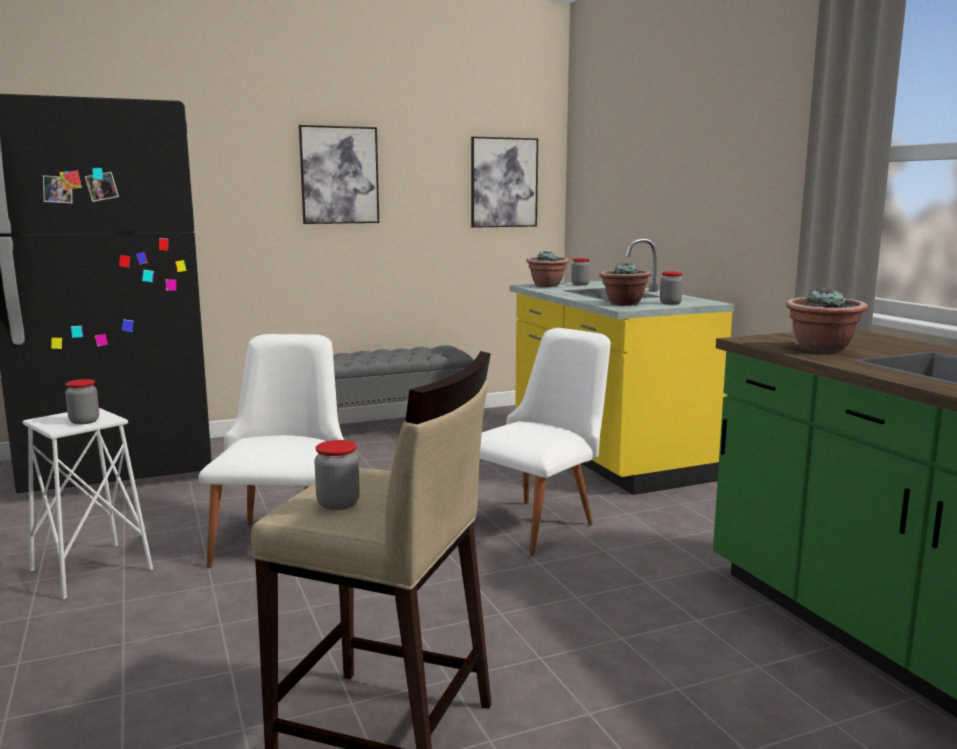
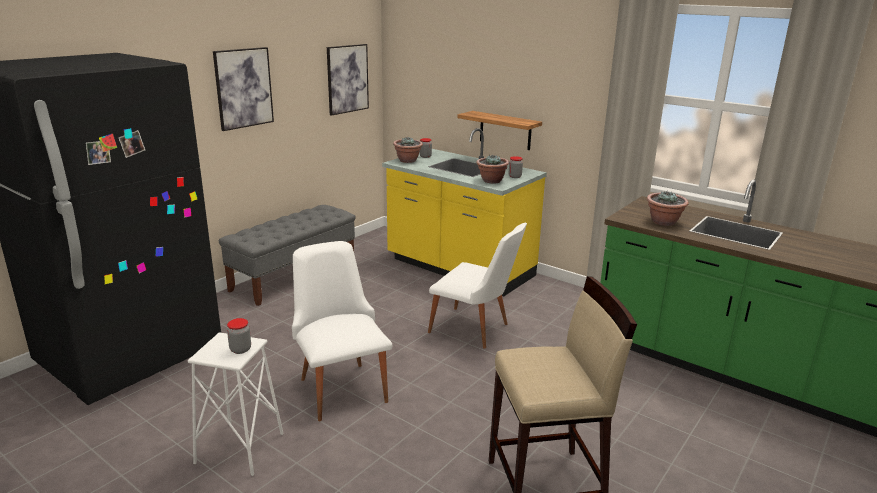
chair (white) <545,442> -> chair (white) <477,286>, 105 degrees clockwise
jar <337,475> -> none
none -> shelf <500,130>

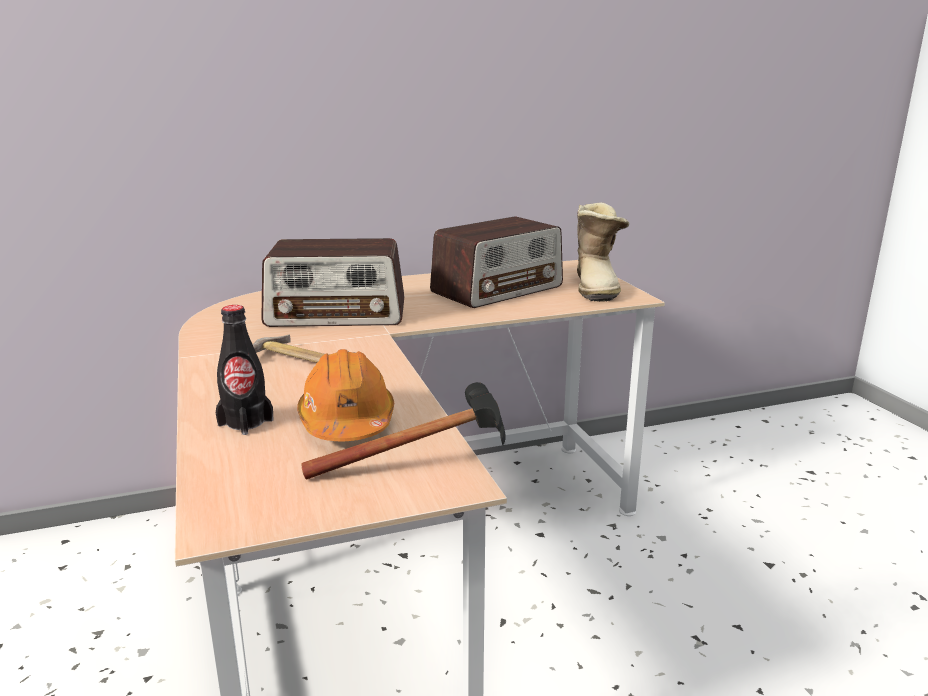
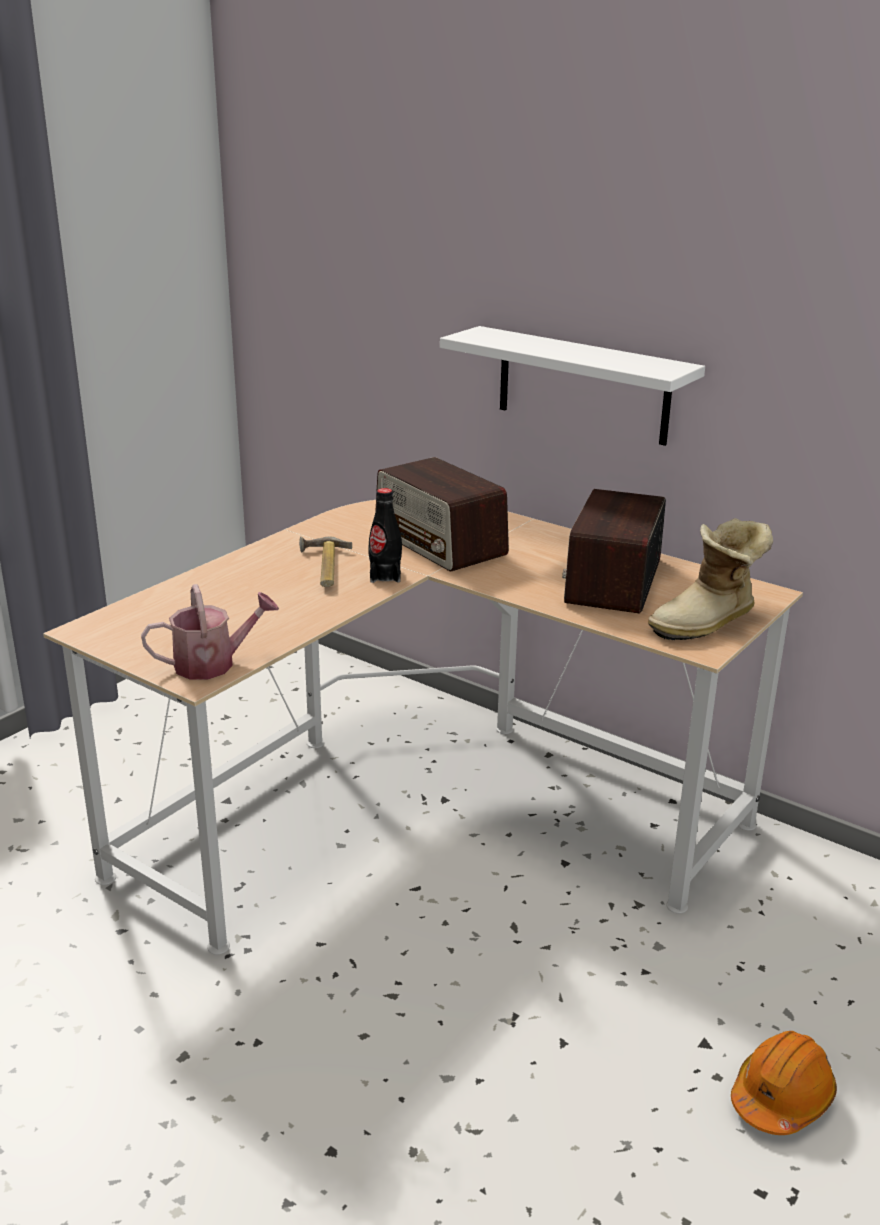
radio <496,262> -> radio <614,551>, 90 degrees clockwise
bottle (black) <245,370> -> bottle (black) <385,535>, moved
hard hat (orange) <345,395> -> hard hat (orange) <784,1083>, moved
hammer <403,430> -> watering can <210,631>
none -> shelf (white) <572,386>

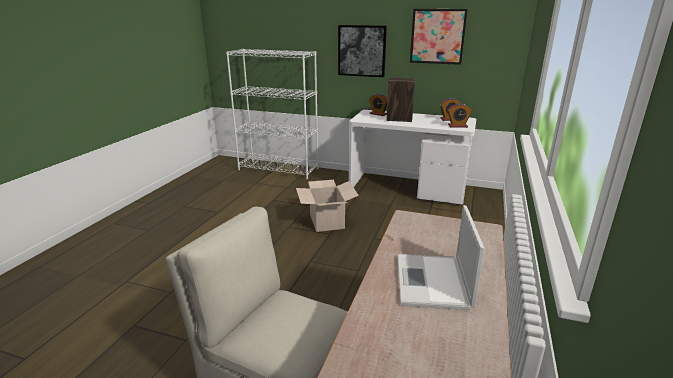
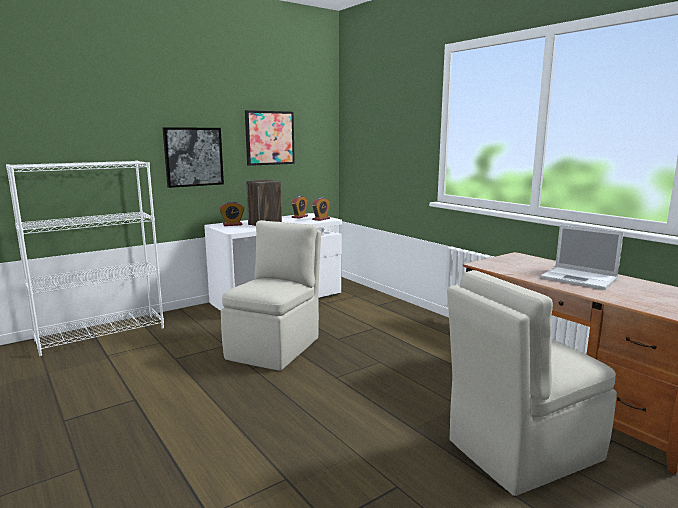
cardboard box <327,206> -> chair (beige) <271,295>

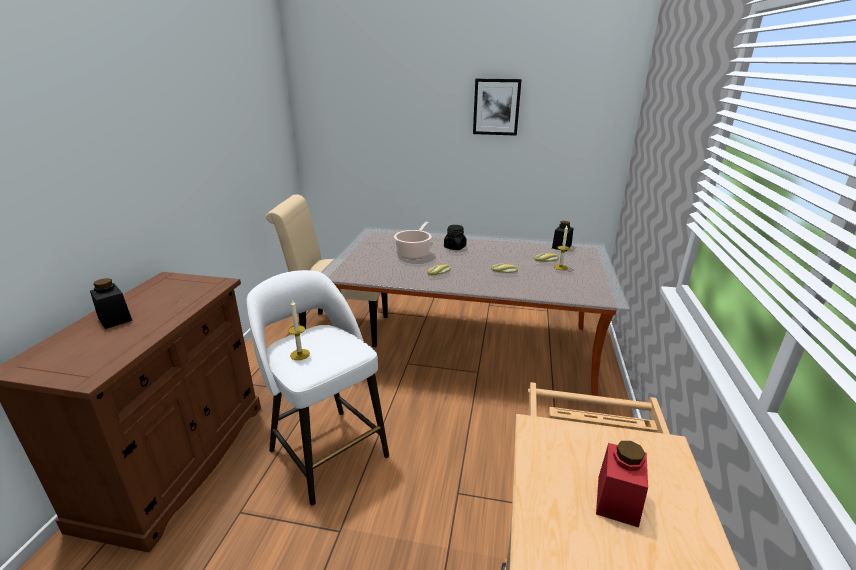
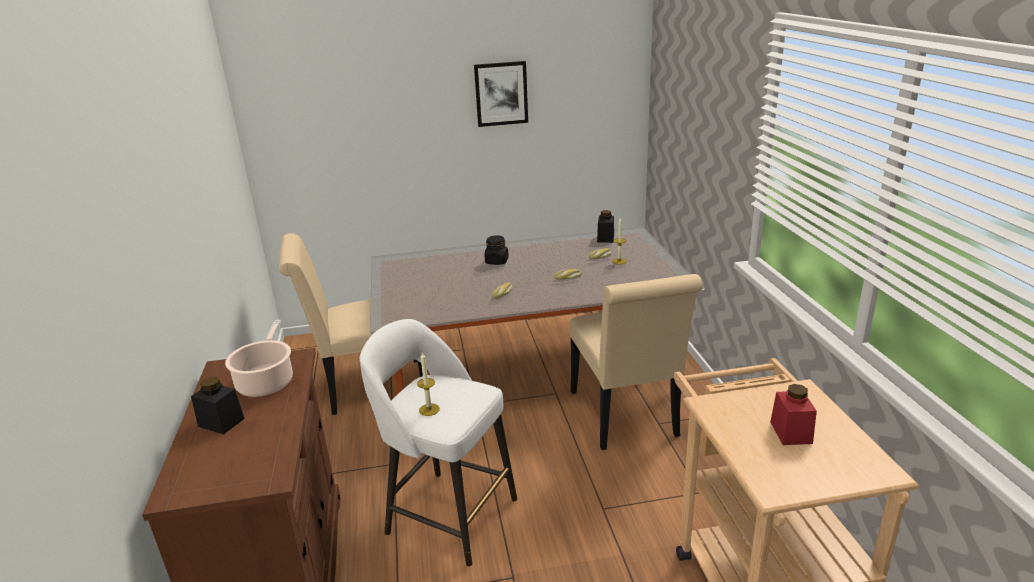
cooking pot <413,241> -> cooking pot <259,358>, moved
none -> chair (beige) <636,362>

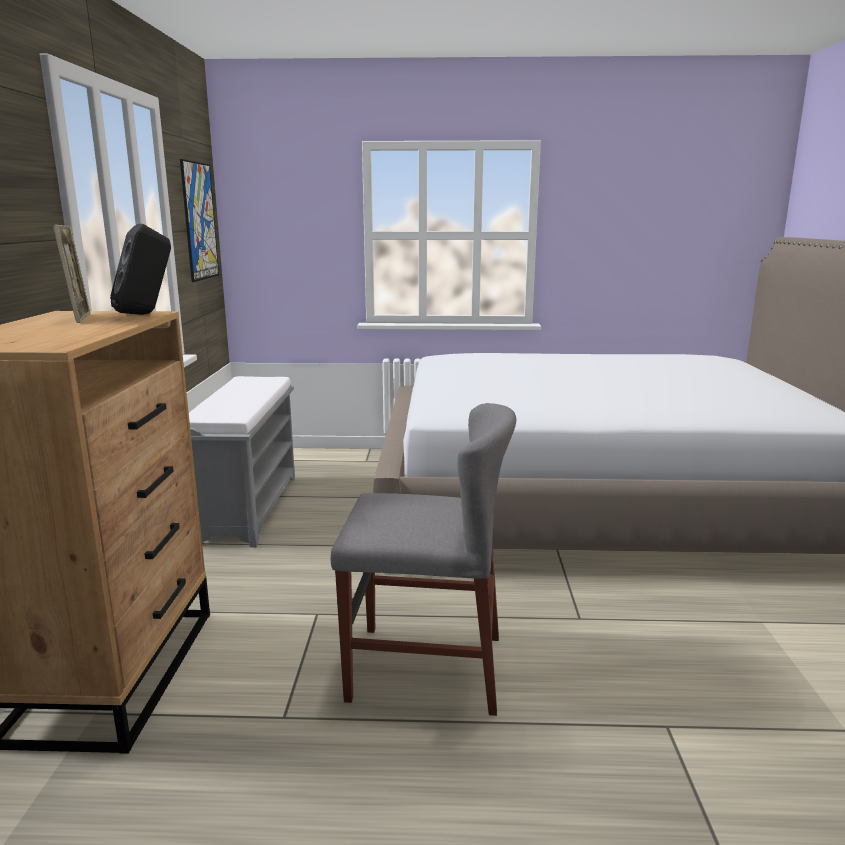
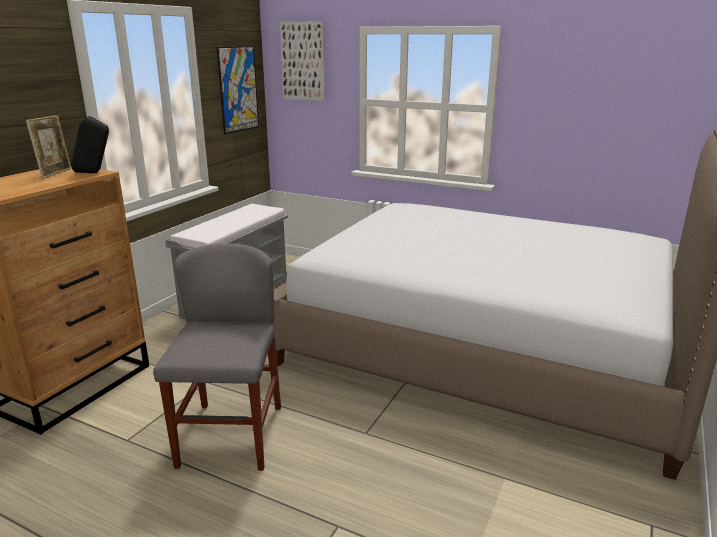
chair (grey) <423,559> -> chair (grey) <217,357>, 120 degrees counterclockwise
none -> picture <303,61>

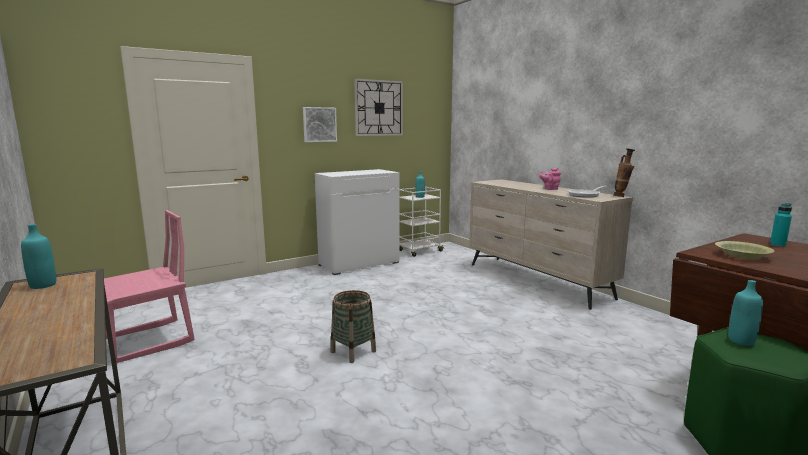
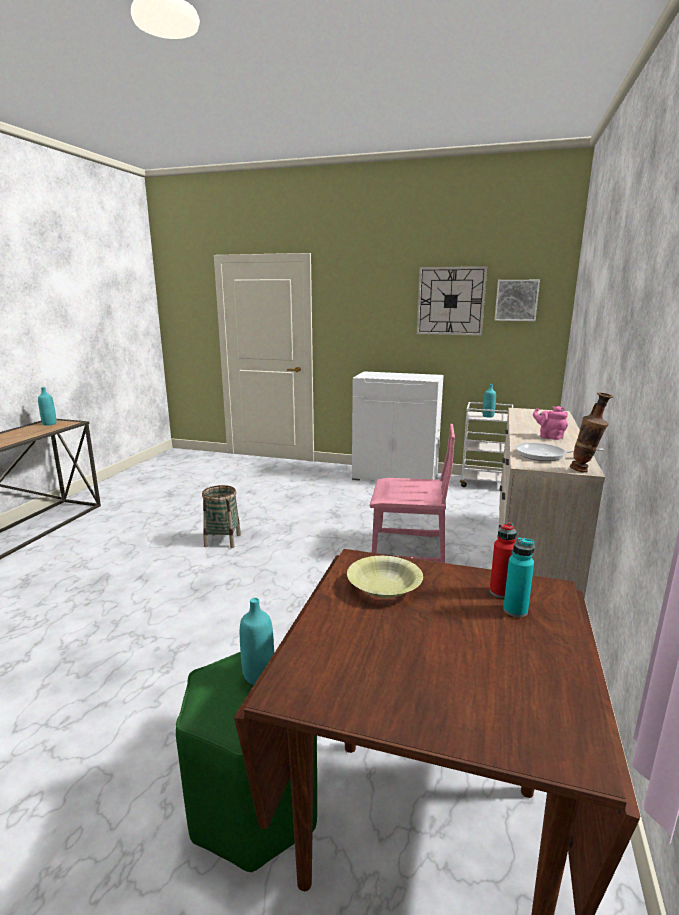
picture <320,124> -> picture <517,300>, moved
chair (pink) <149,286> -> chair (pink) <412,493>, moved
none -> bottle (red) <503,560>

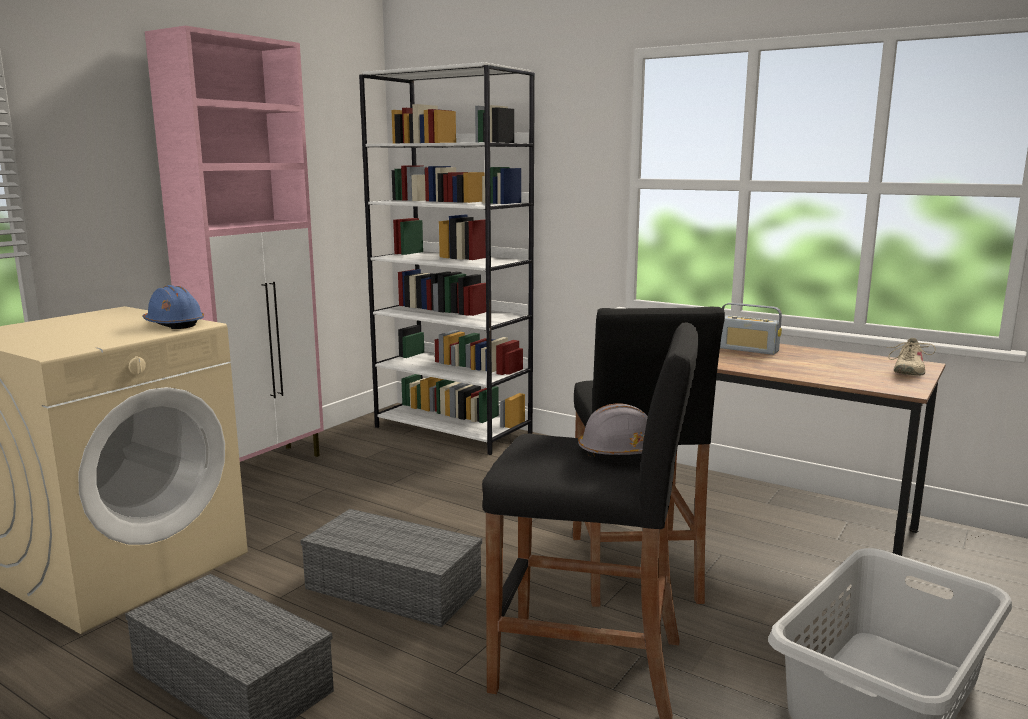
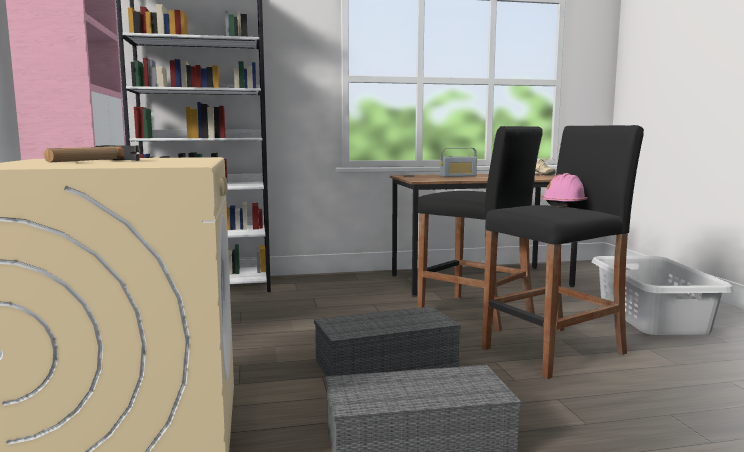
hard hat (blue) <173,307> -> none
hard hat (grey) <613,430> -> hard hat (pink) <565,189>
none -> hammer <92,153>

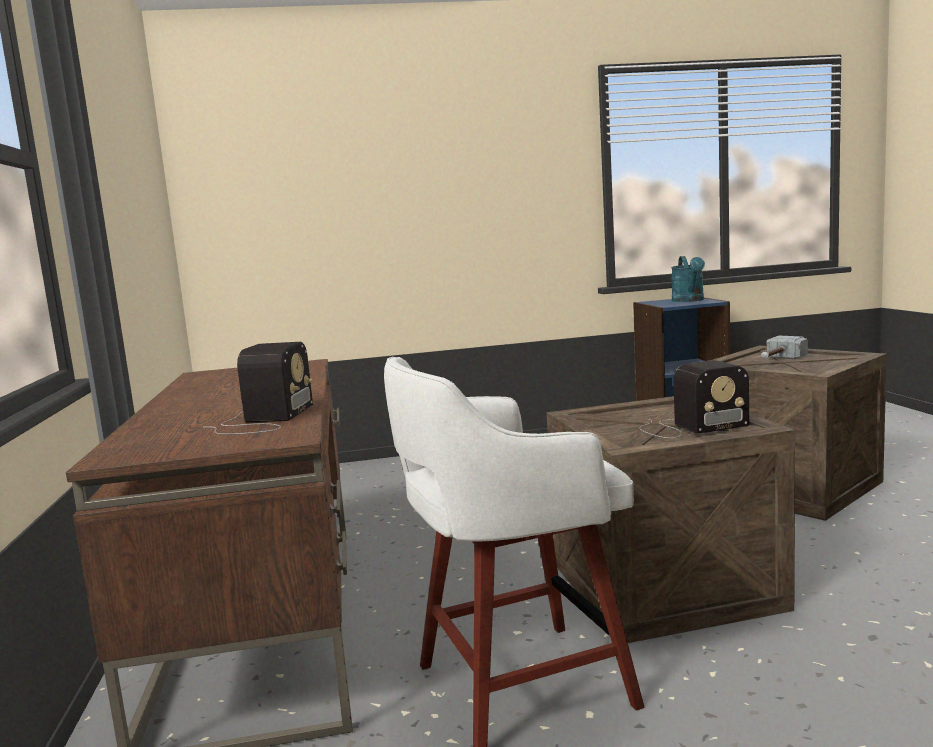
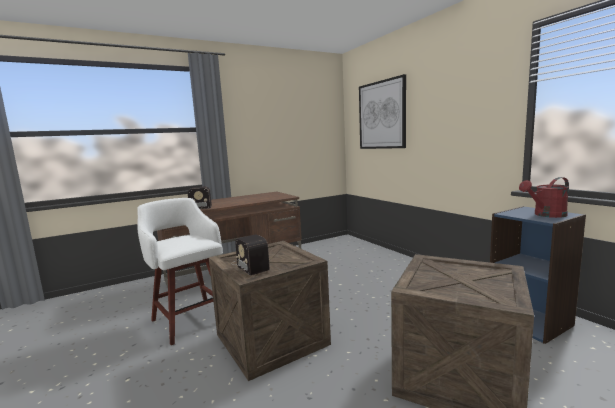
watering can (turquoise) <688,279> -> watering can (red) <544,197>
hammer <784,347> -> none
none -> picture <382,111>

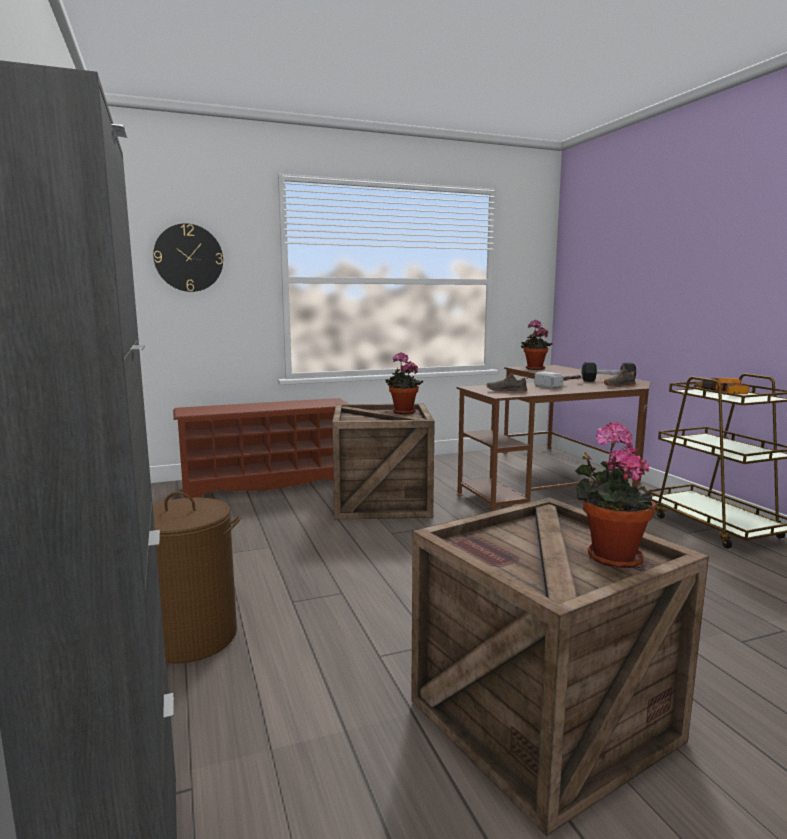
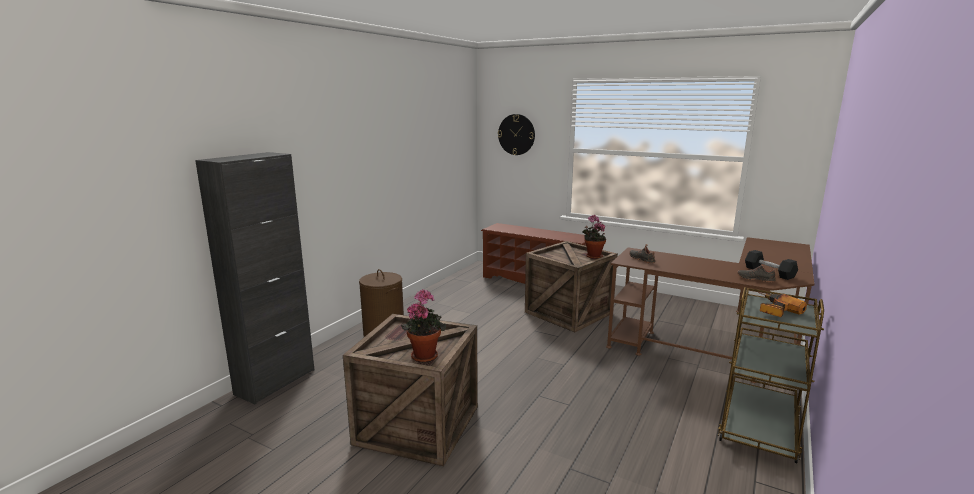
potted plant <536,345> -> none
hammer <558,379> -> none

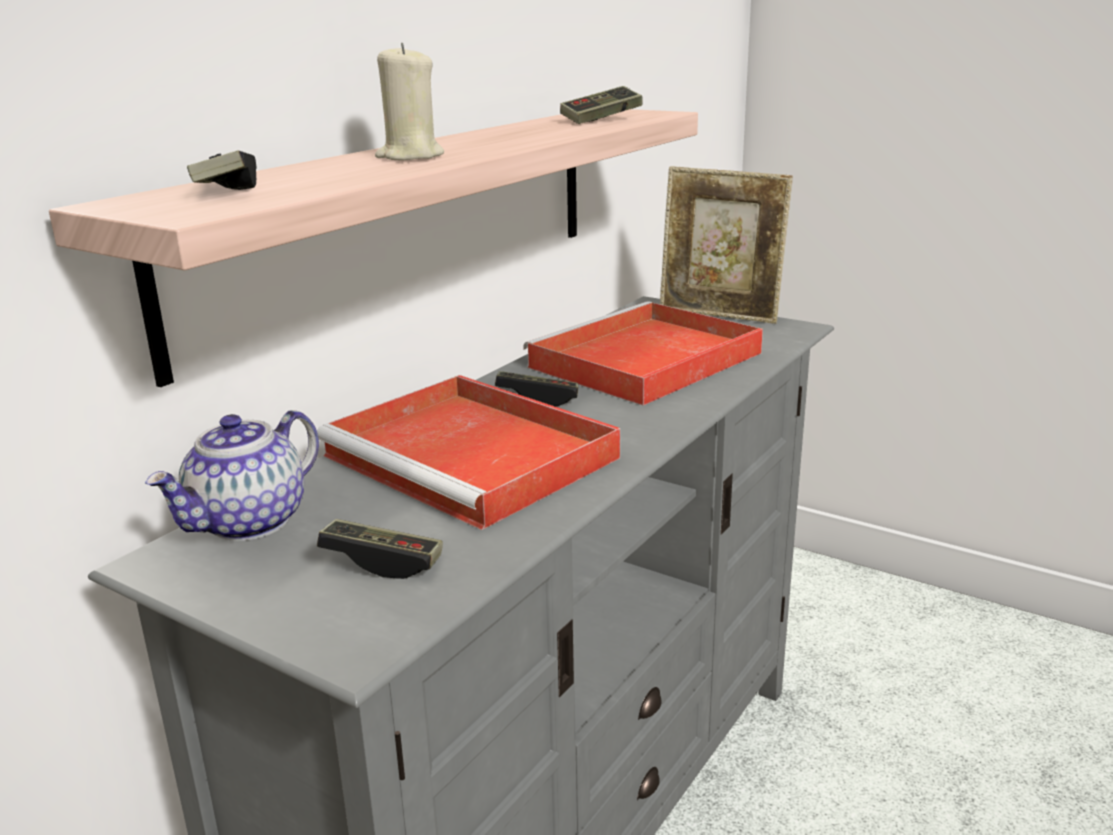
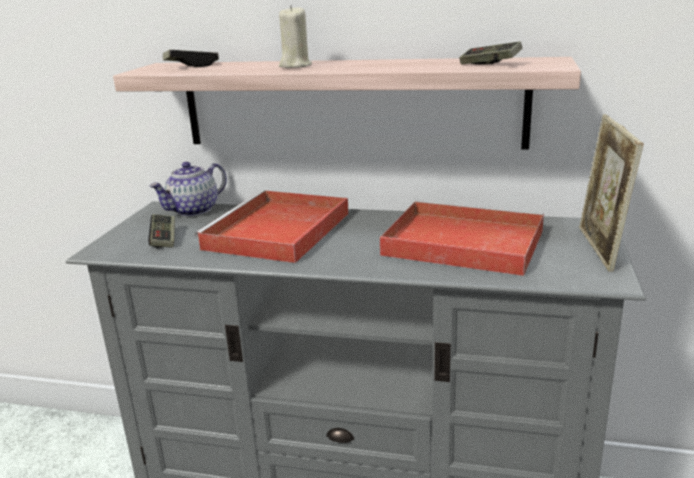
game controller <536,388> -> none
teapot <232,475> -> teapot <188,189>, 60 degrees counterclockwise

